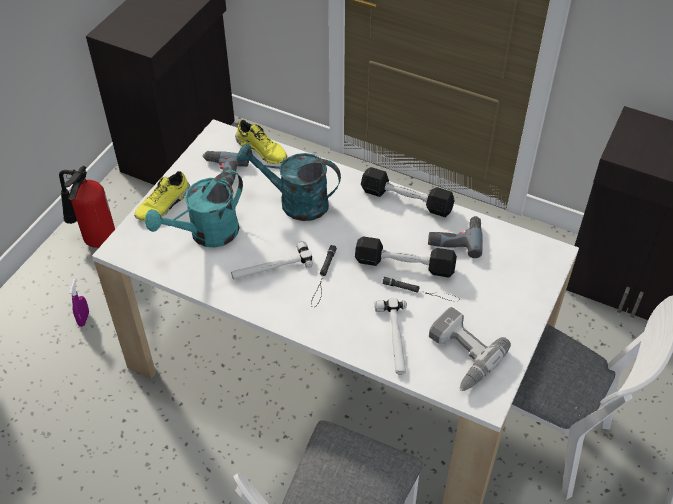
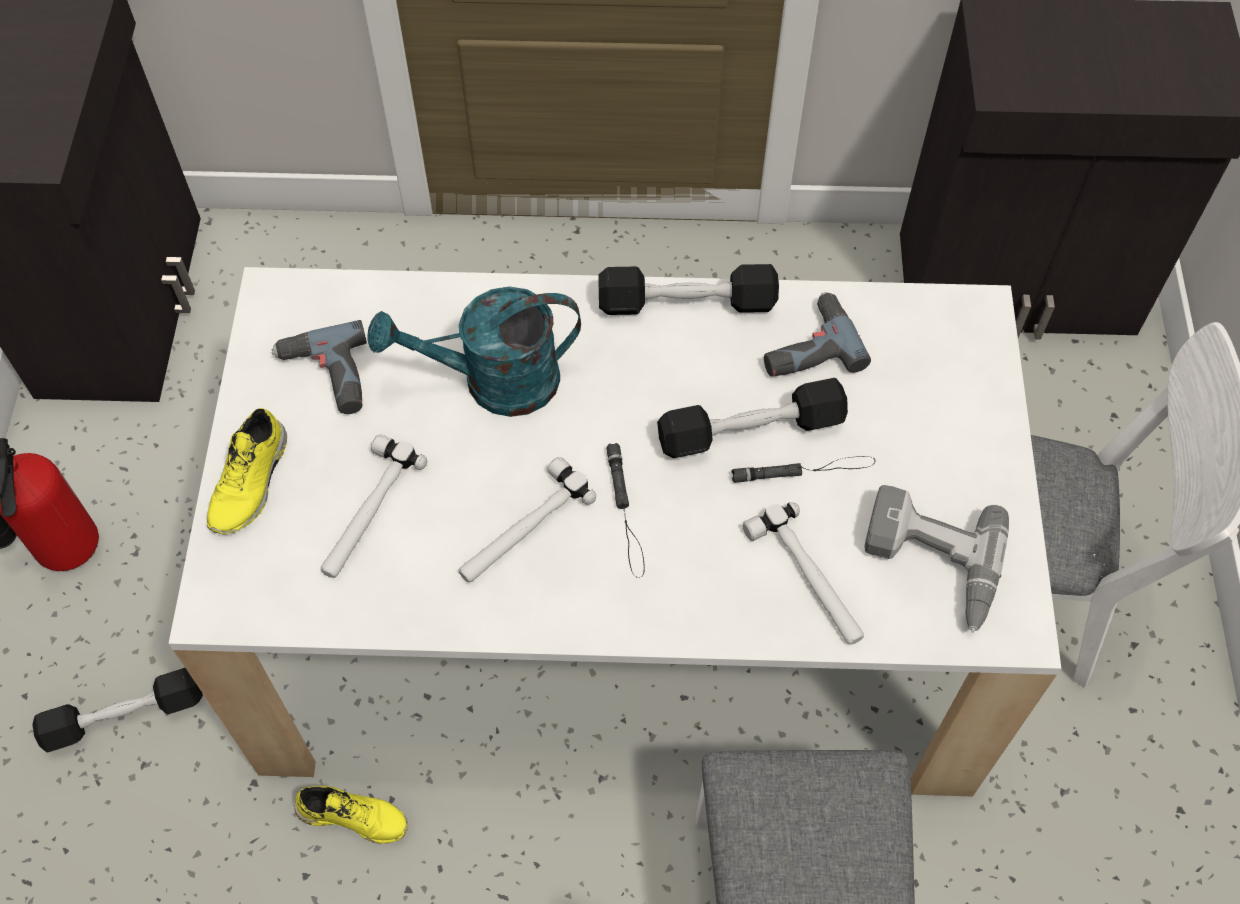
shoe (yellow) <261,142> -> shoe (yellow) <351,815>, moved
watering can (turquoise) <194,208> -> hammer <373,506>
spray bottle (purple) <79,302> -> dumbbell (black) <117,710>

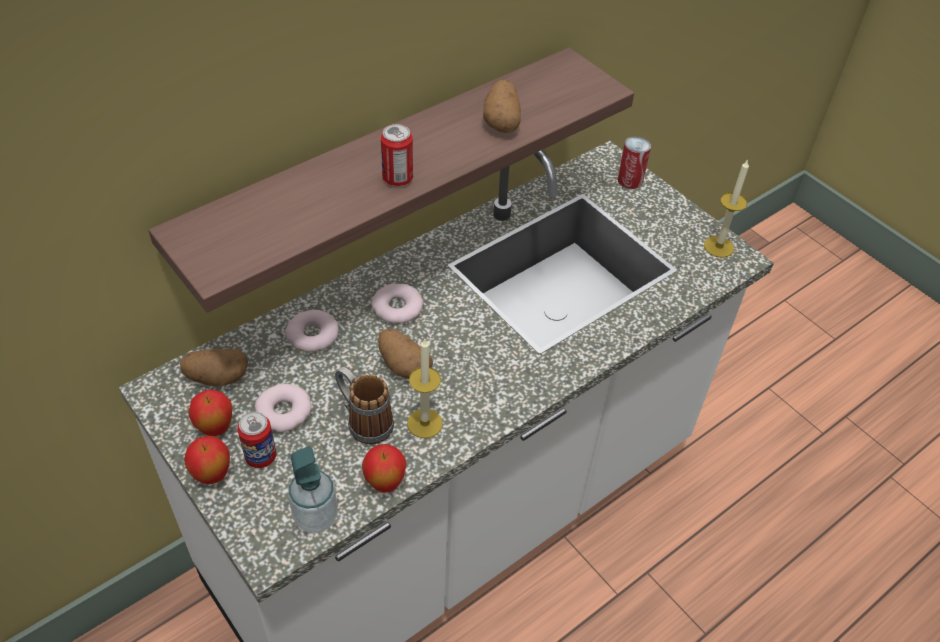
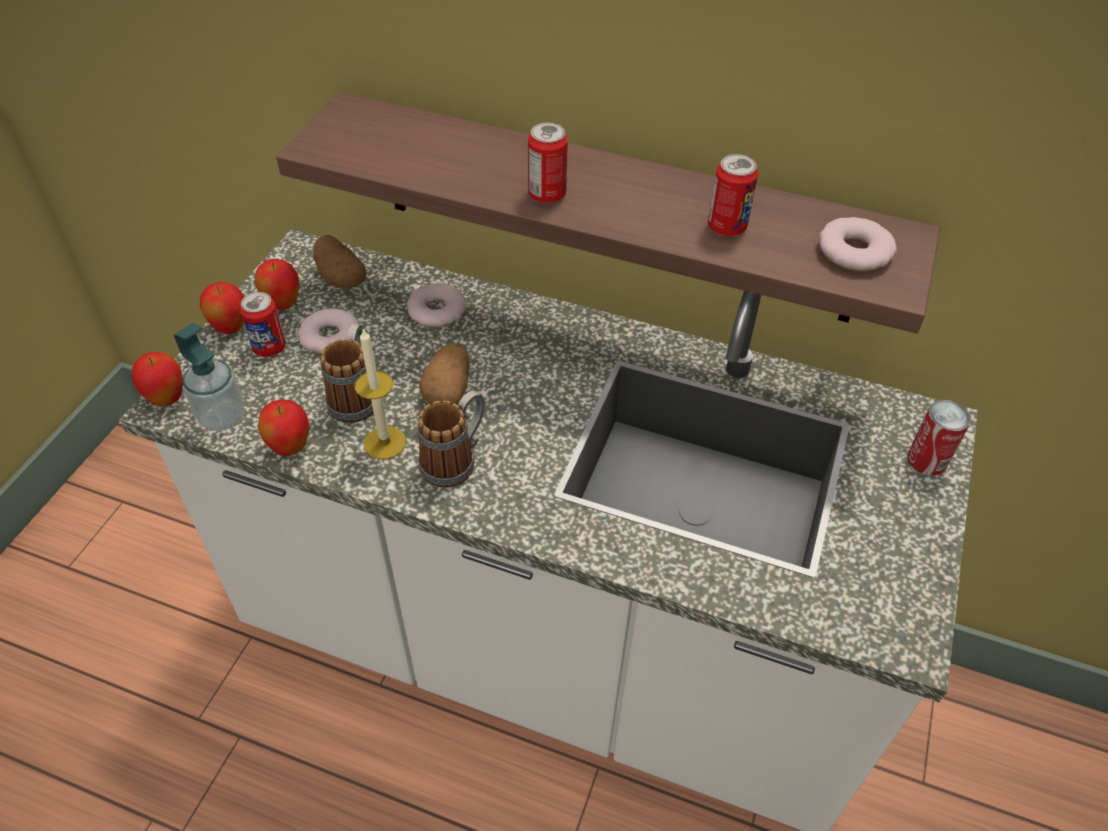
potato <502,106> -> can <733,195>
candle <726,208> -> none
donut <397,304> -> donut <858,244>, moved
none -> apple <157,379>
none -> mug <451,439>

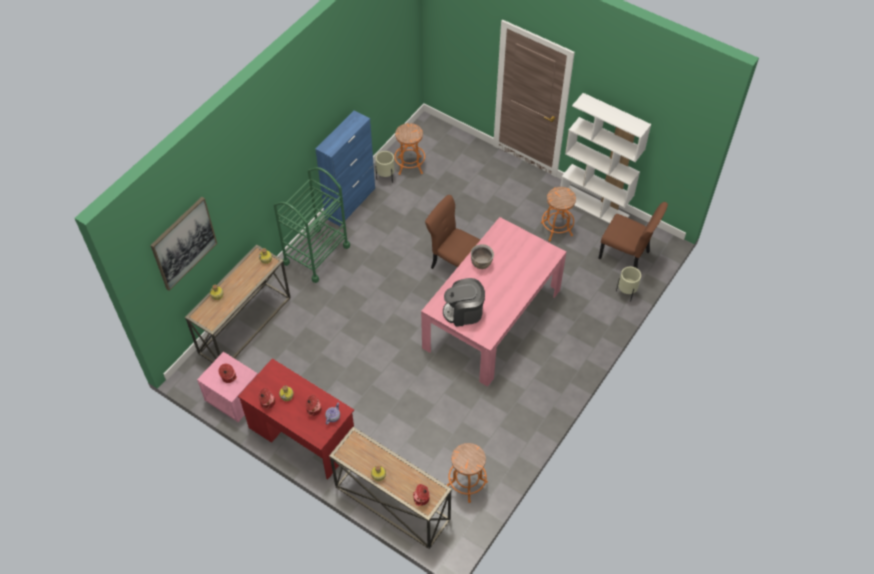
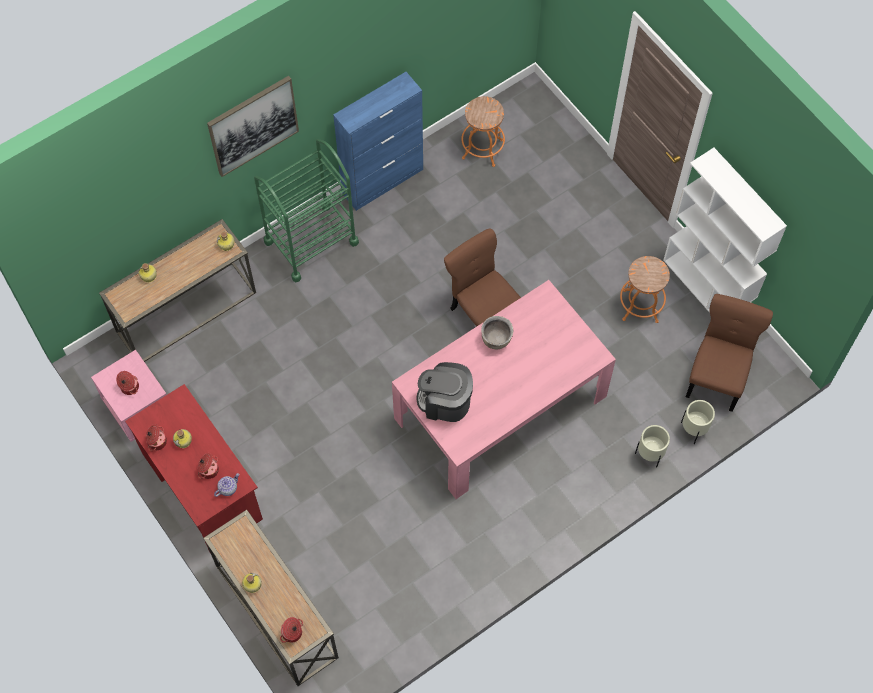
planter (beige) <385,167> -> planter (beige) <652,446>, moved
picture <183,244> -> picture <253,126>, moved
chair (brown) <633,235> -> chair (brown) <729,353>, 120 degrees counterclockwise
stool (orange) <467,473> -> none

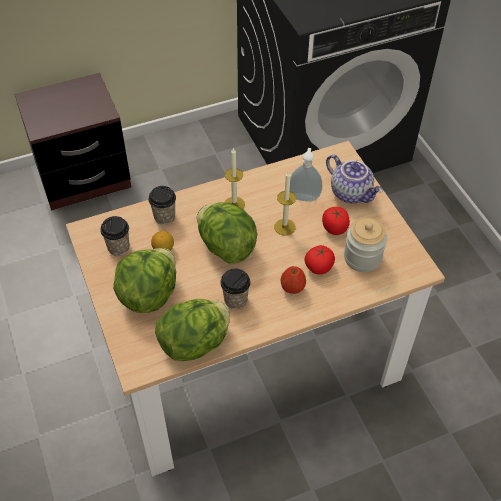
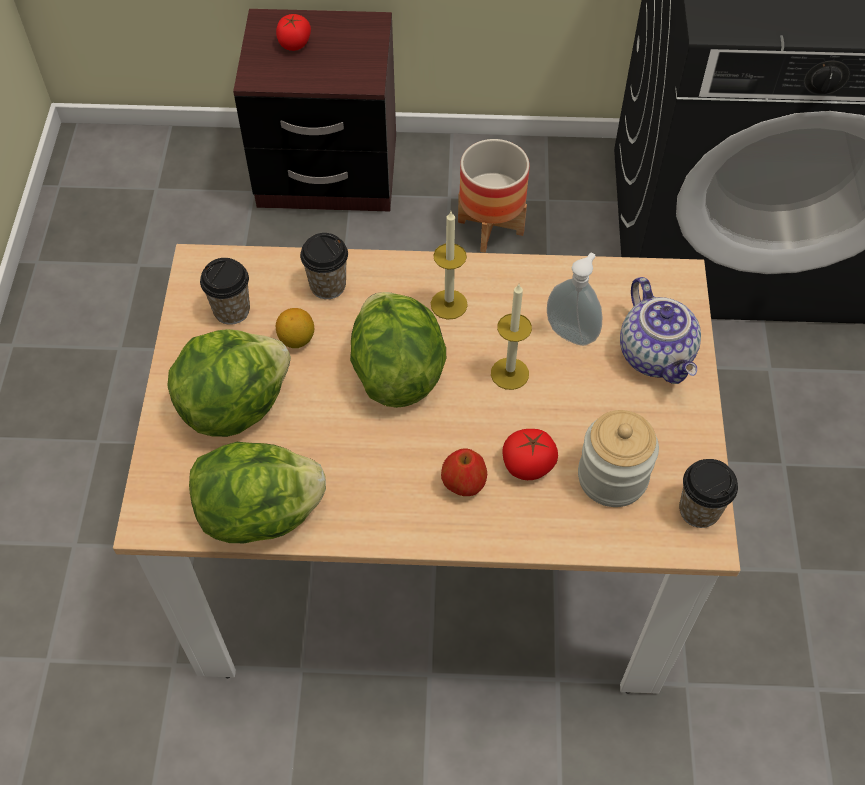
tomato <336,221> -> tomato <293,32>, moved
cup <235,288> -> cup <708,493>, moved
none -> planter <493,196>

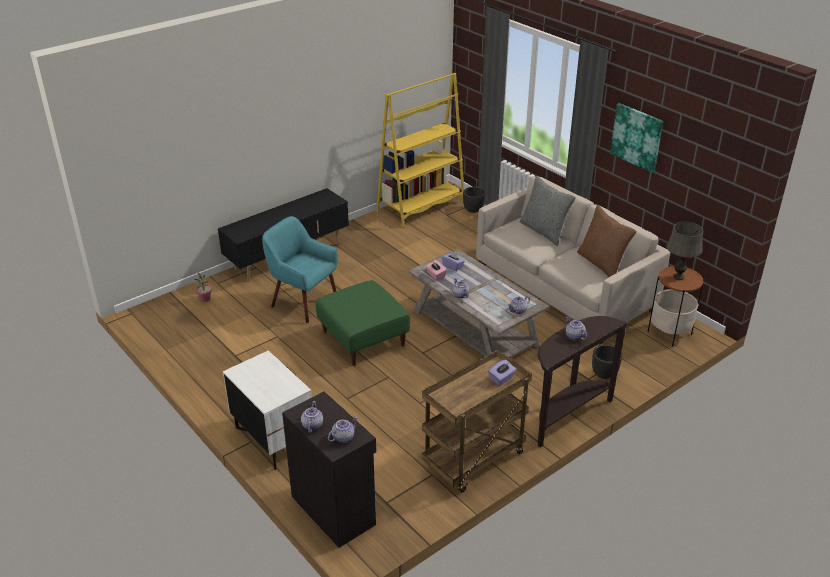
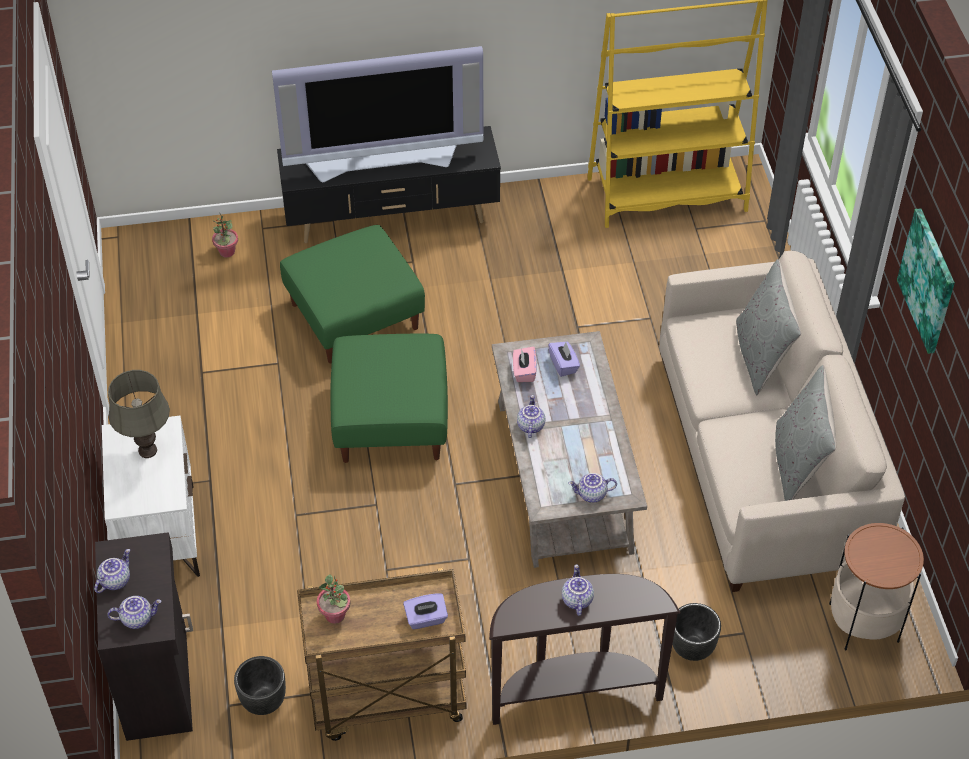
planter (black) <474,200> -> planter (black) <260,685>, moved
pillow (brown) <607,241> -> pillow (grey) <805,433>
armchair (turquoise) <300,269> -> ottoman (green) <352,294>
table lamp (grey) <685,251> -> table lamp (grey) <139,414>, moved
none -> television <377,114>
none -> potted plant <333,599>

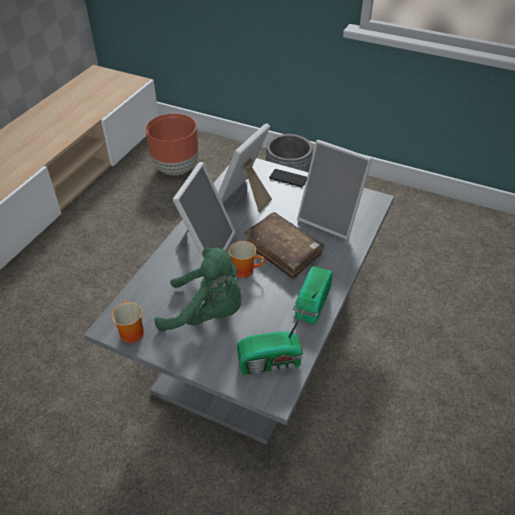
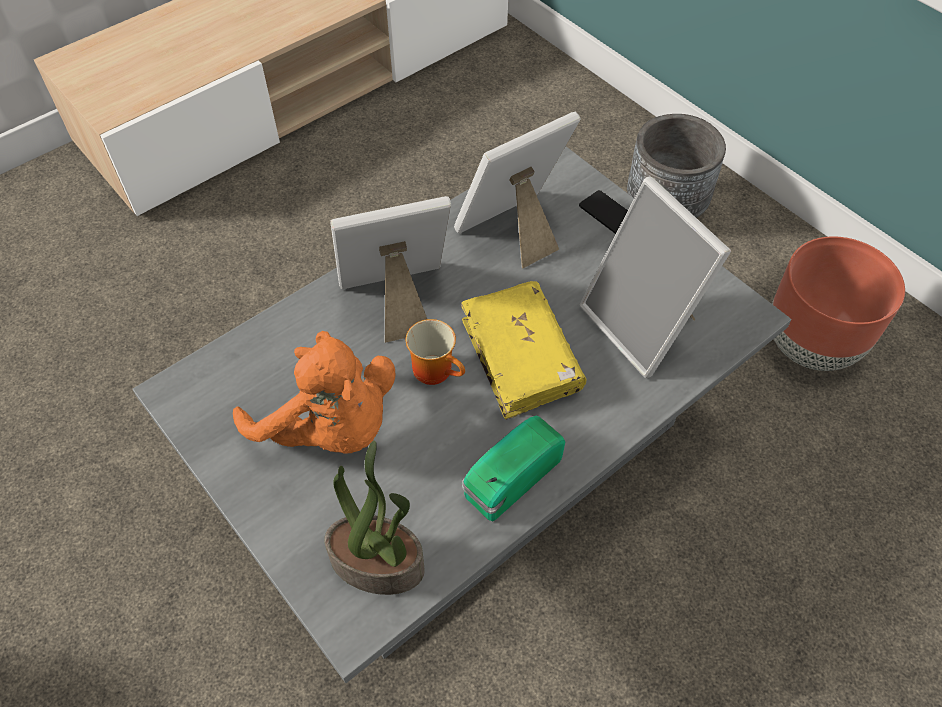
planter (brown) <171,144> -> planter (brown) <838,303>, moved
picture frame <204,210> -> picture frame <390,269>, 150 degrees counterclockwise
book (brown) <284,245> -> book (yellow) <523,350>
plush toy (green) <198,289> -> plush toy (orange) <314,392>
mug <127,321> -> none
radio <270,342> -> potted plant <374,518>

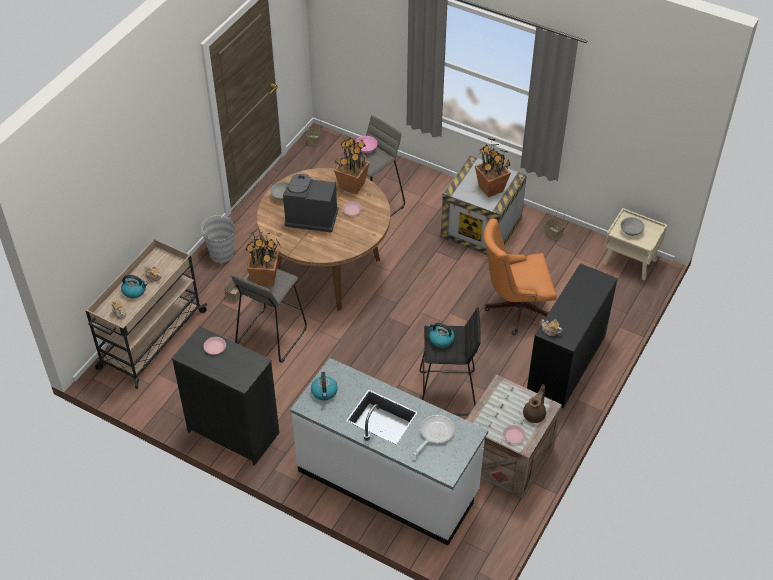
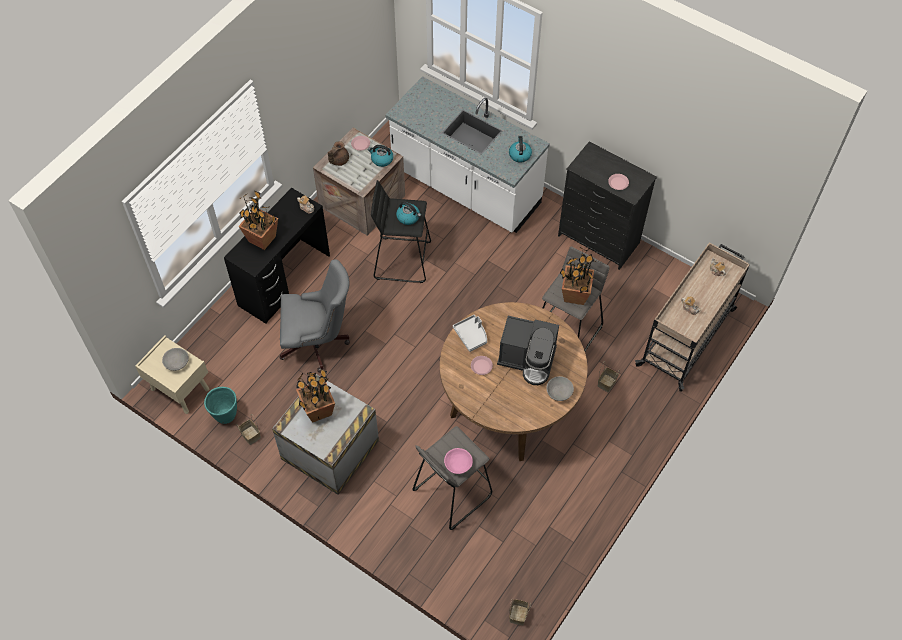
potted plant <352,166> -> potted plant <258,220>, moved
bucket (grey) <218,239> -> none
office chair (orange) <520,277> -> office chair (grey) <315,316>
kettle <134,286> -> kettle <380,156>, moved
frying pan <434,435> -> none
none -> tray (grey) <470,333>
none -> planter (turquoise) <220,405>

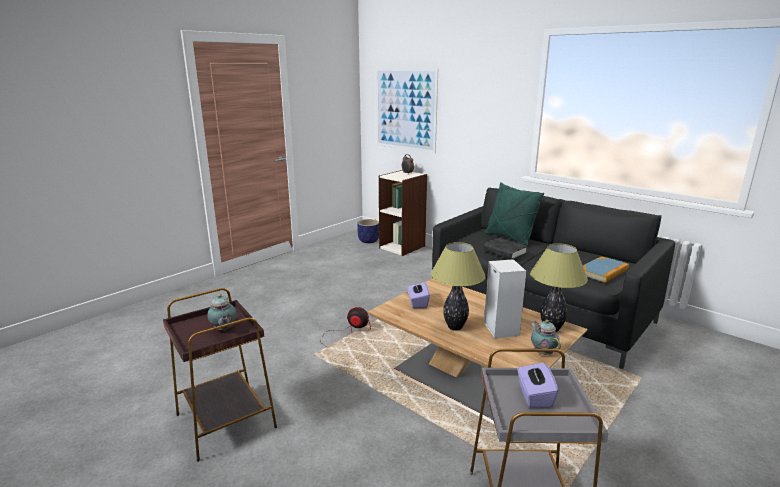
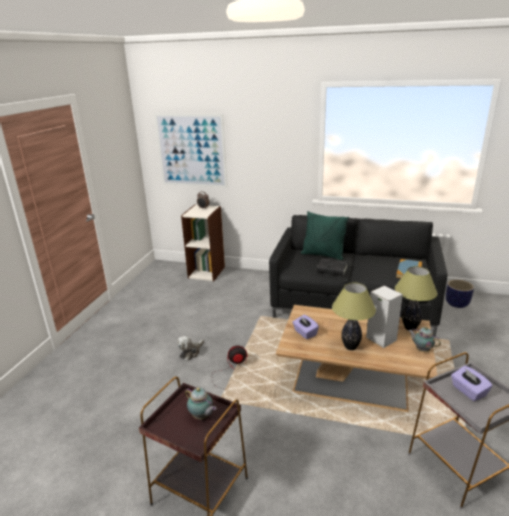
planter <368,231> -> planter <459,293>, moved
none -> plush toy <190,348>

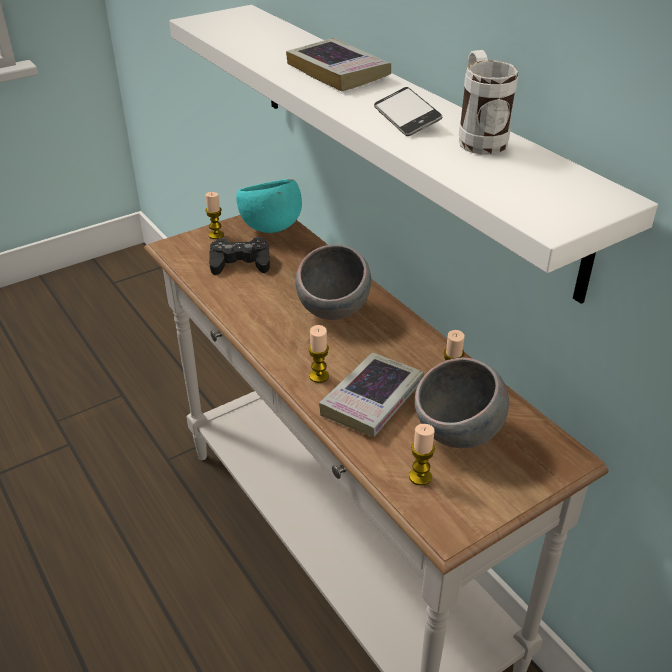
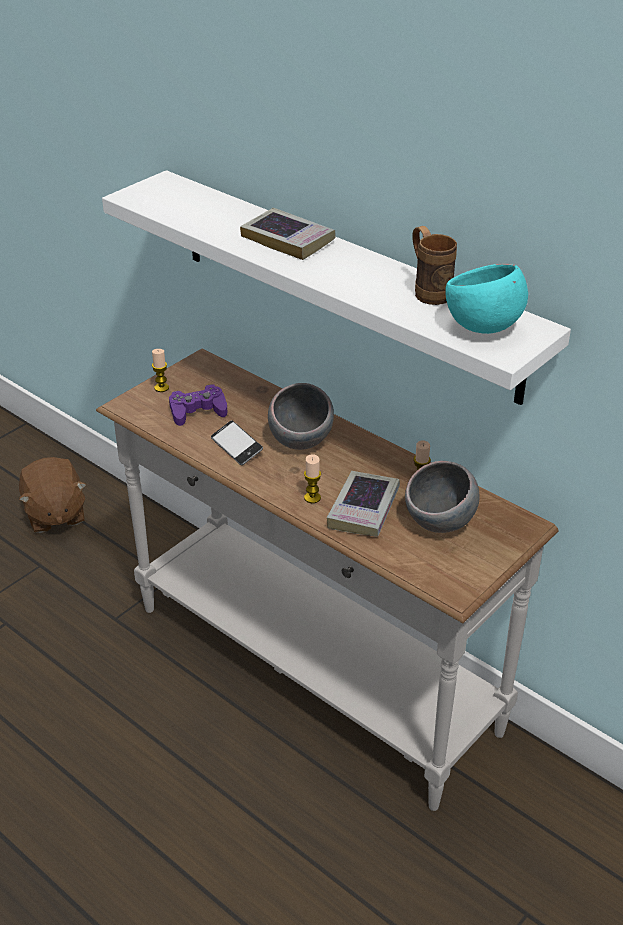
mug (white) <488,102> -> mug (brown) <434,265>
phone <408,111> -> phone <237,442>, moved
bowl (turquoise) <269,206> -> bowl (turquoise) <486,299>, moved
game controller (black) <239,256> -> game controller (purple) <198,405>
candle <422,455> -> none
none -> plush toy (brown) <52,495>

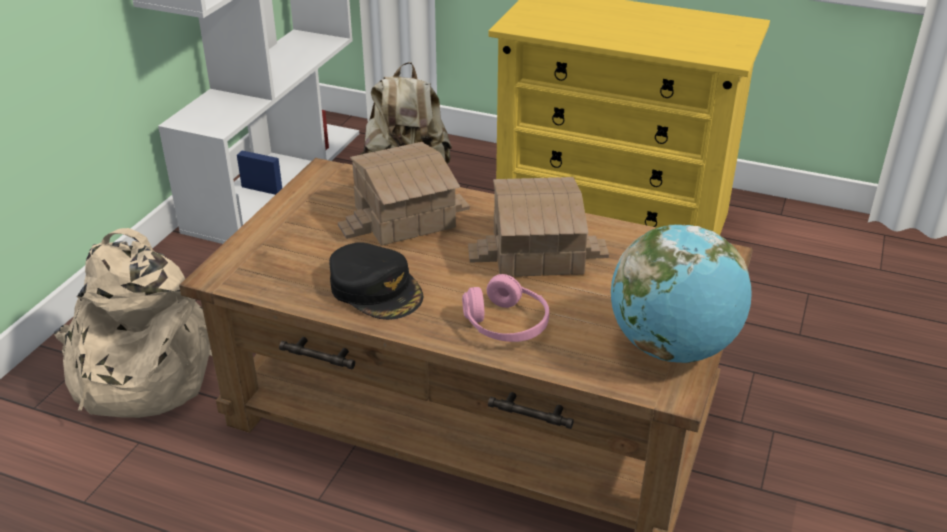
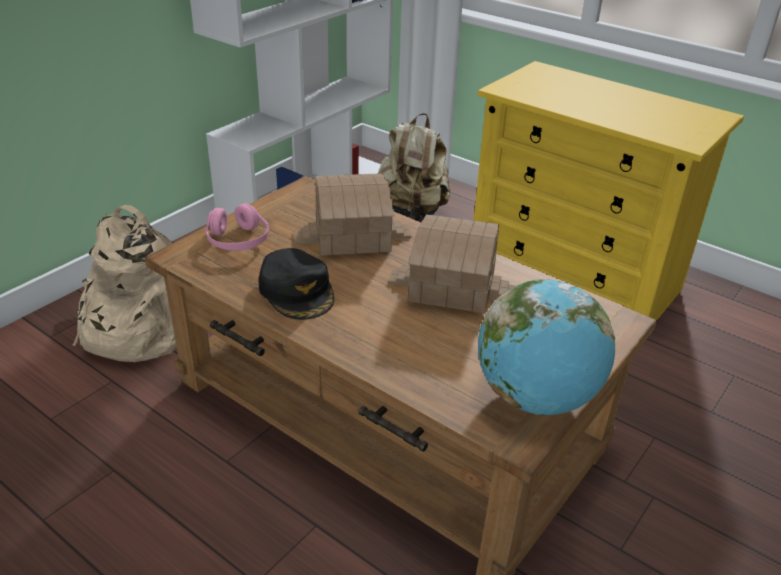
headphones (pink) <505,308> -> headphones (pink) <237,227>, moved

